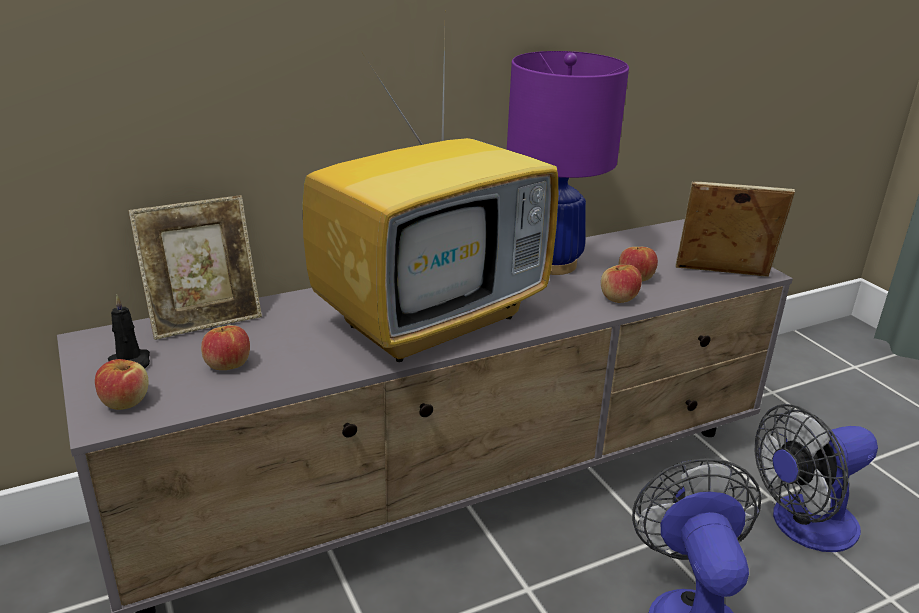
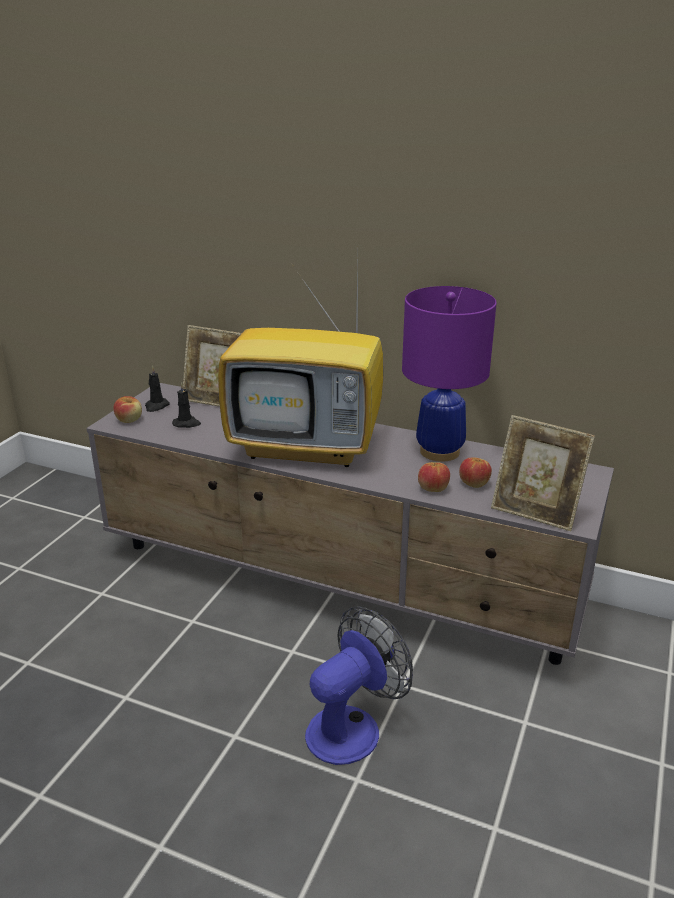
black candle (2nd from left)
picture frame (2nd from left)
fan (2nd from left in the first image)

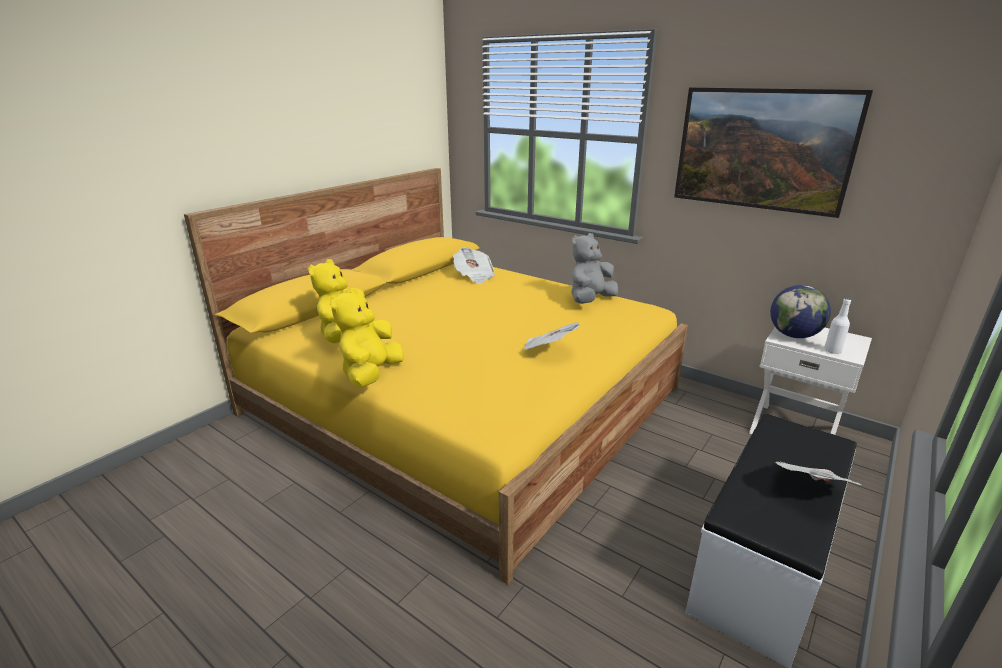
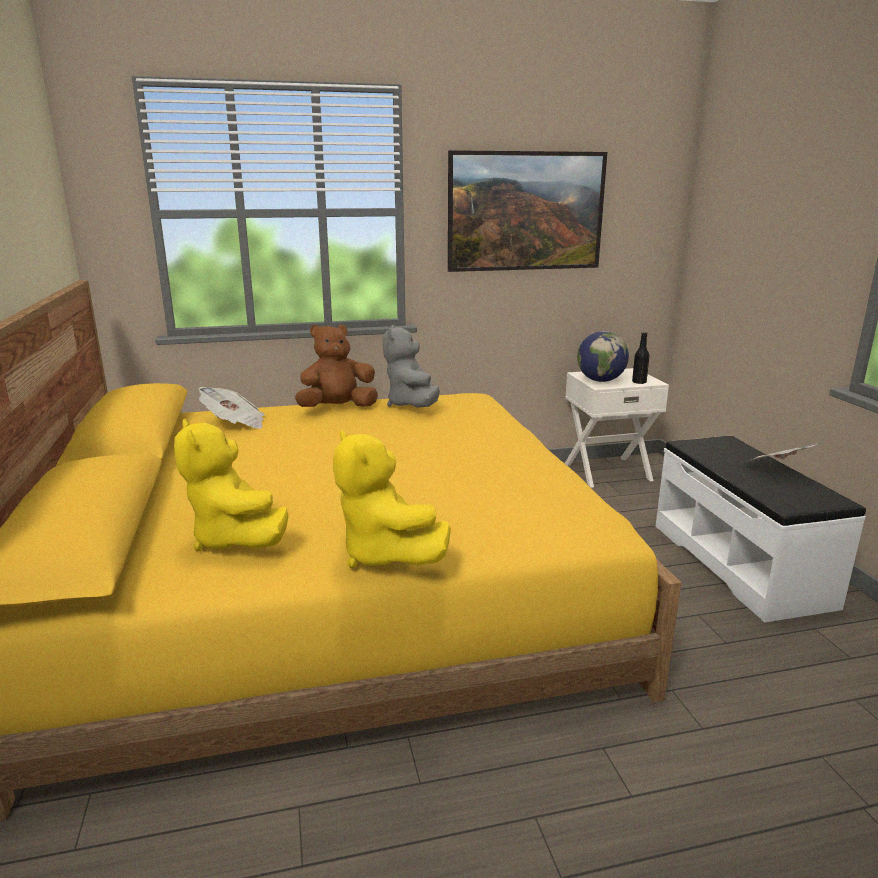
newspaper (2nd from left in the first image)
black bottle
brown plush toy

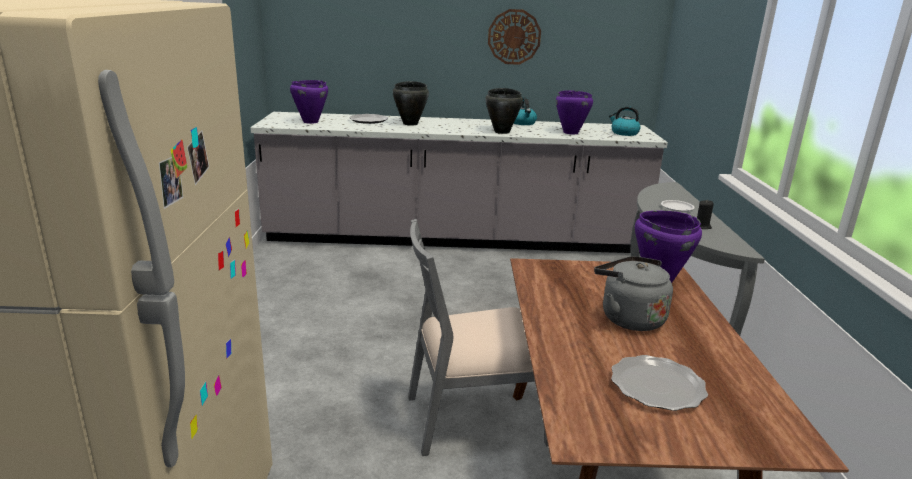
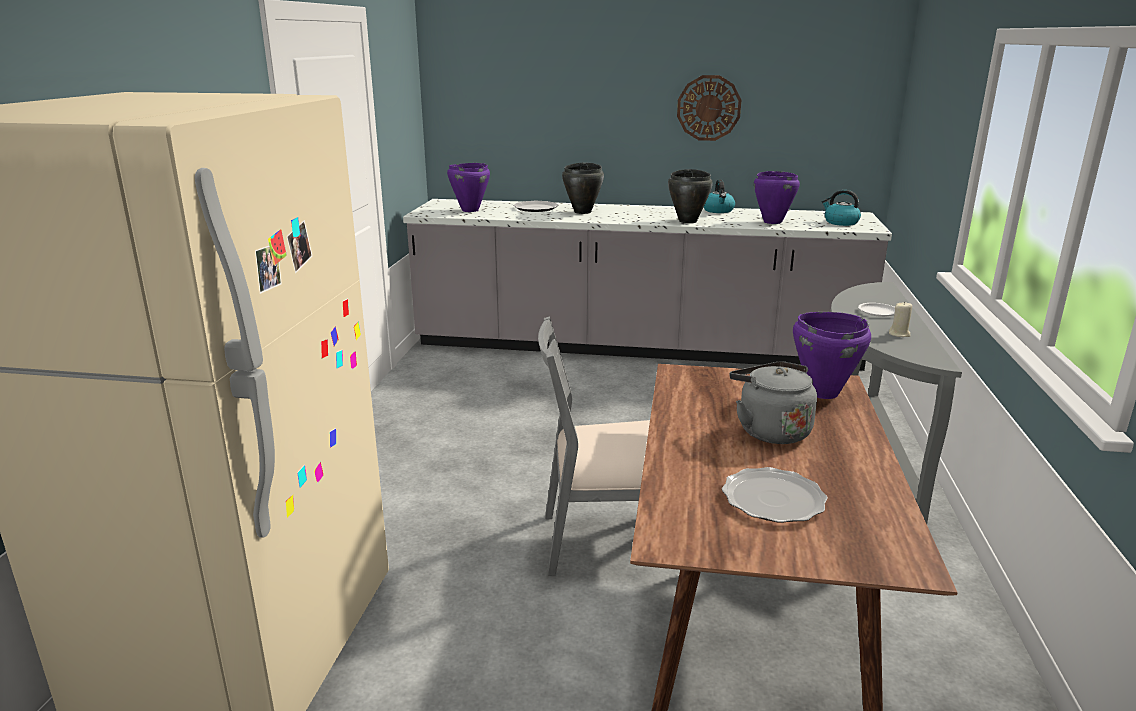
beige candle

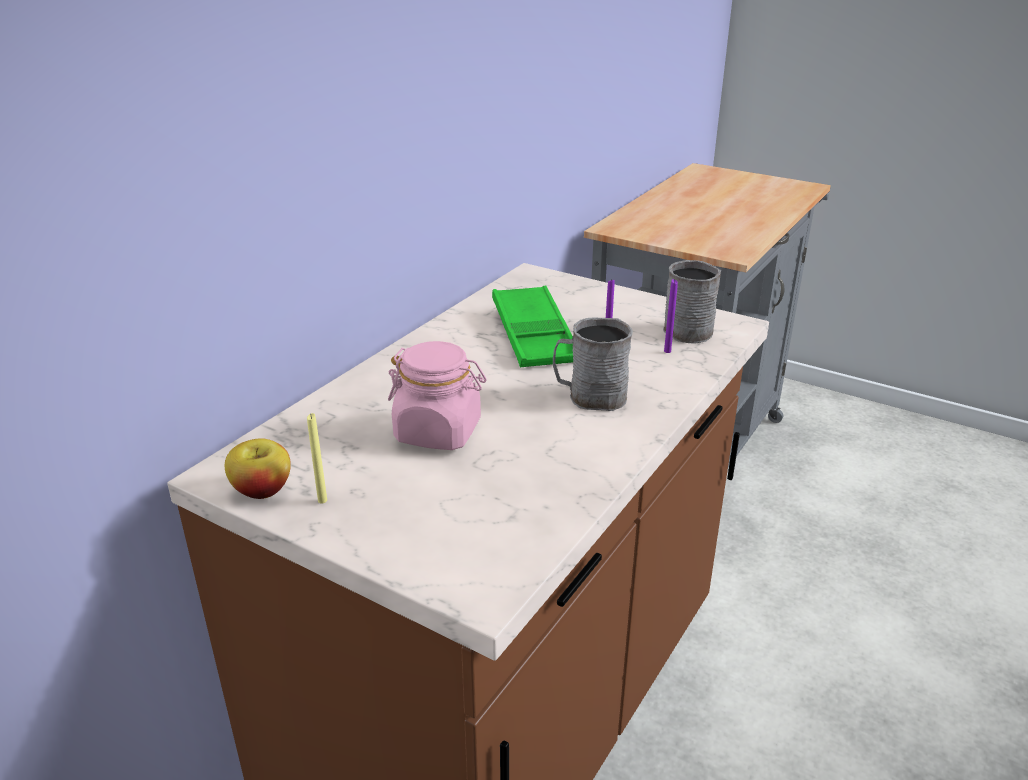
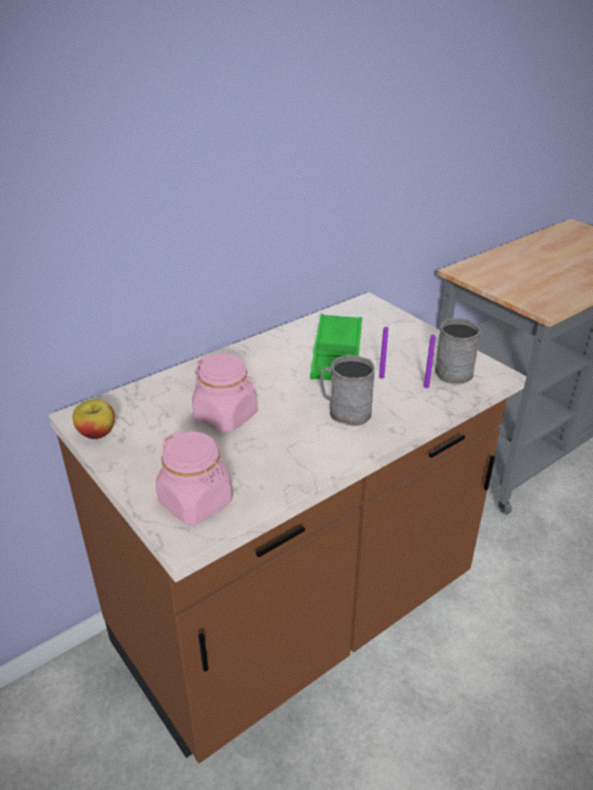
yellow candle
pink jar (1st from left)

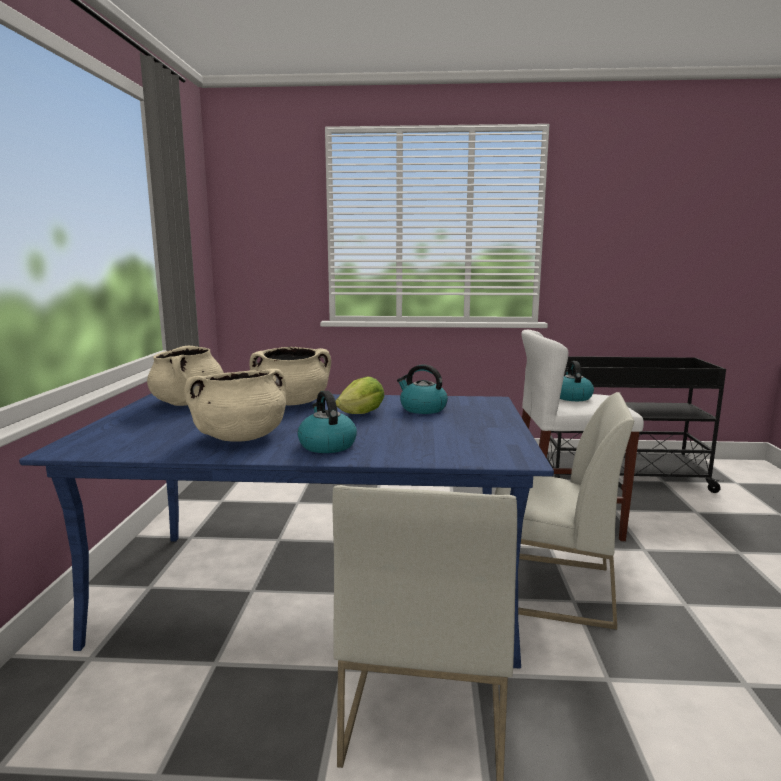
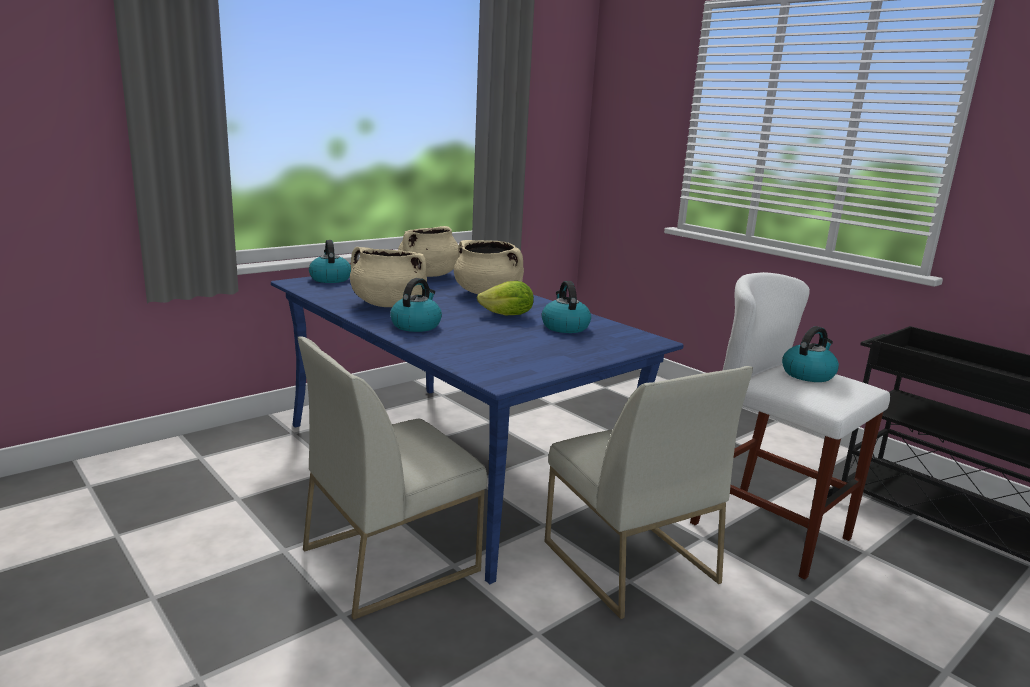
kettle (1st from left)

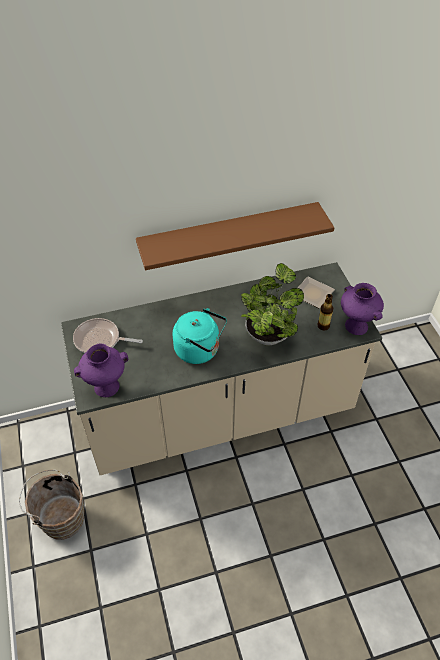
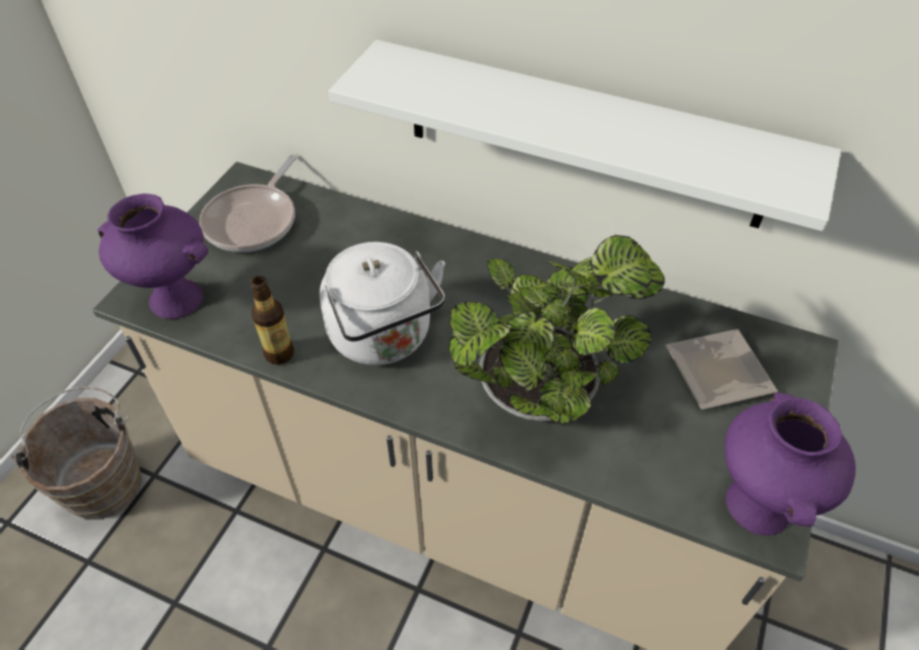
frying pan
white shelf
white kettle
bottle

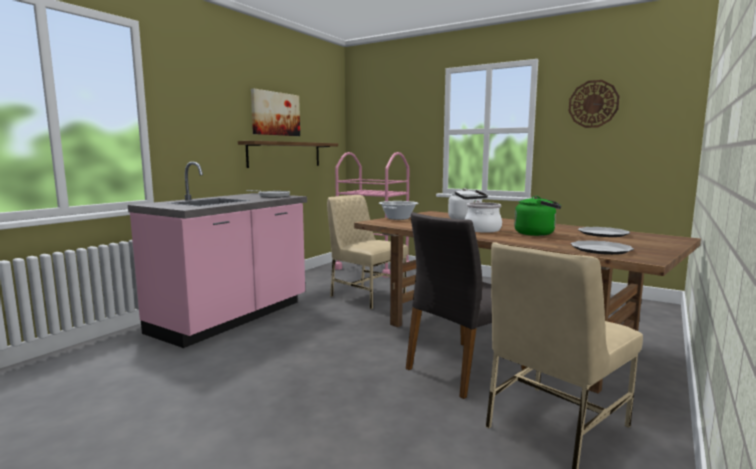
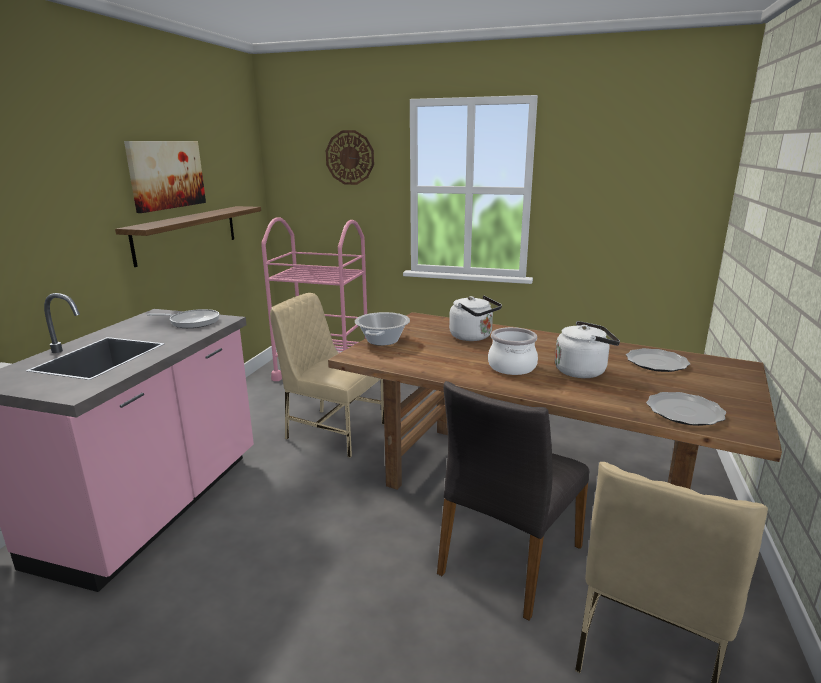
white kettle (2nd from left)
wall clock

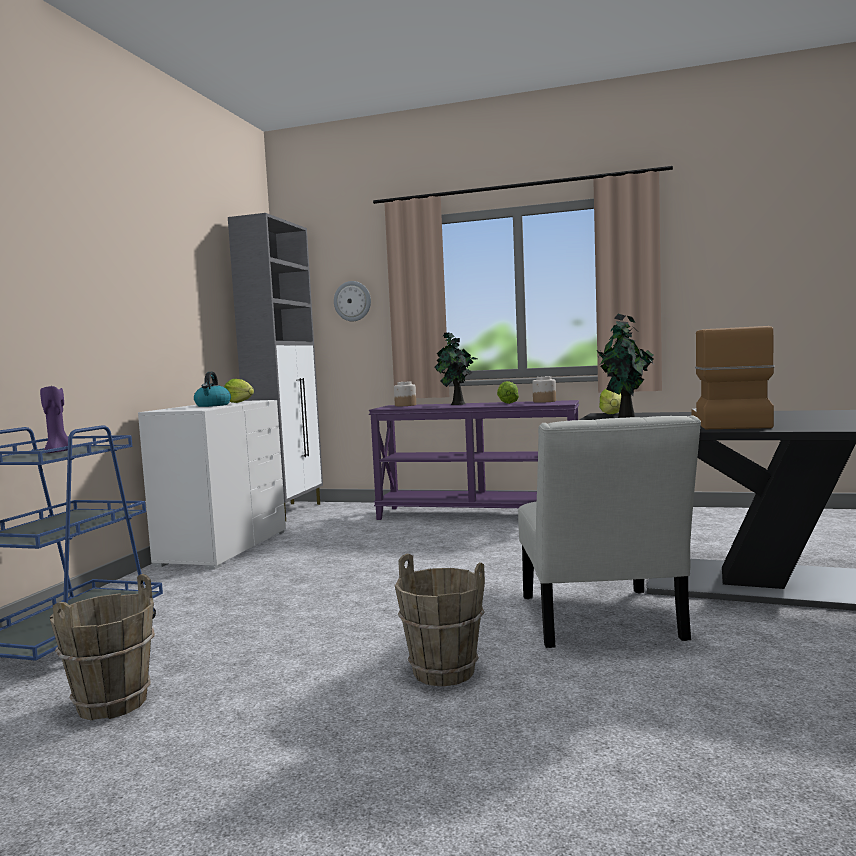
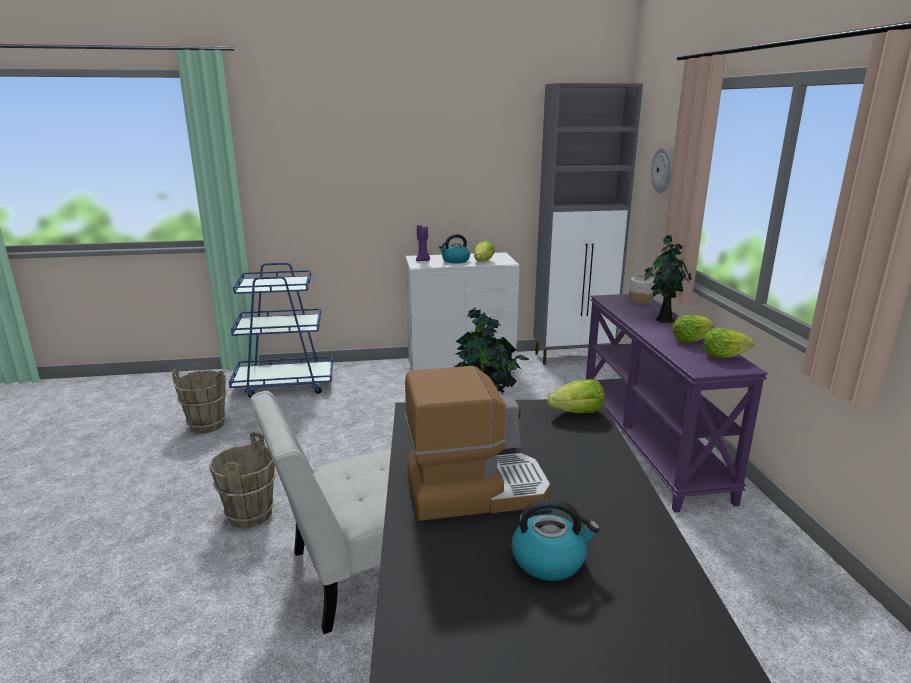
purple candle
lettuce (4th from left)
kettle (2nd from left)

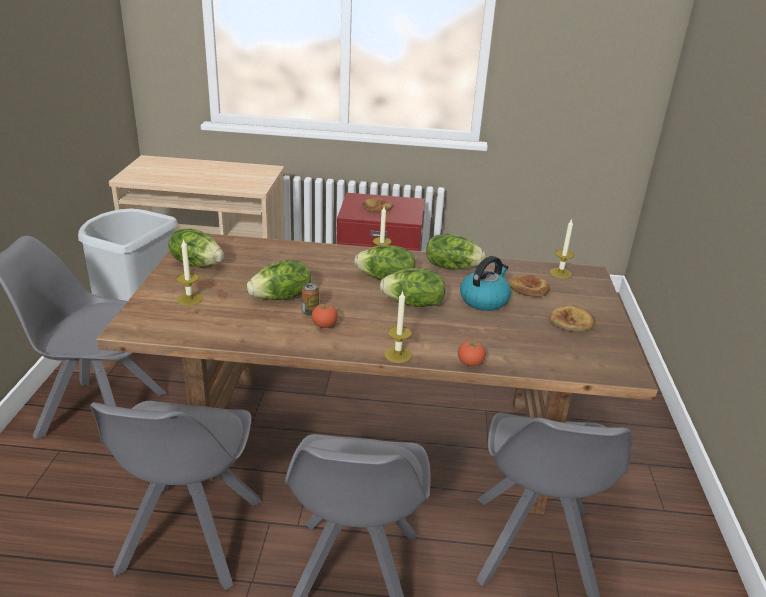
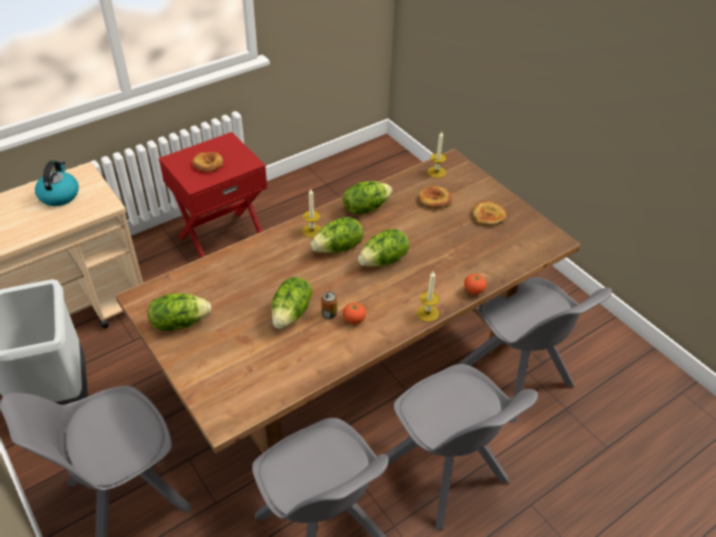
candle (1st from left in the first image)
kettle

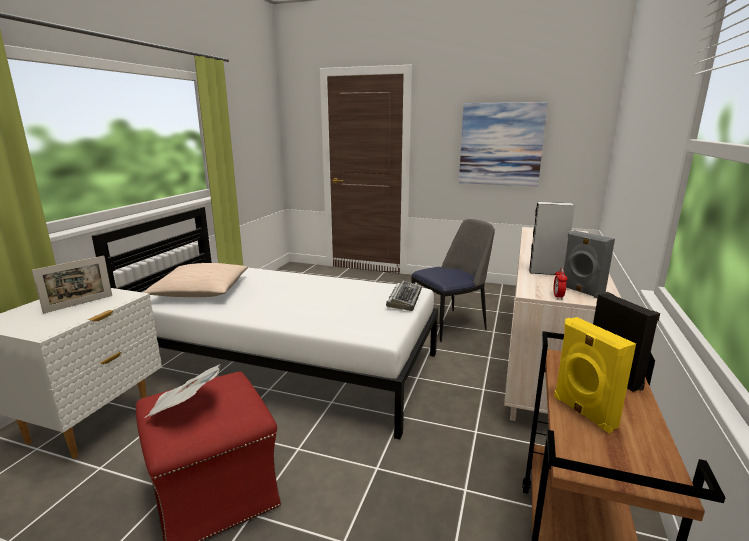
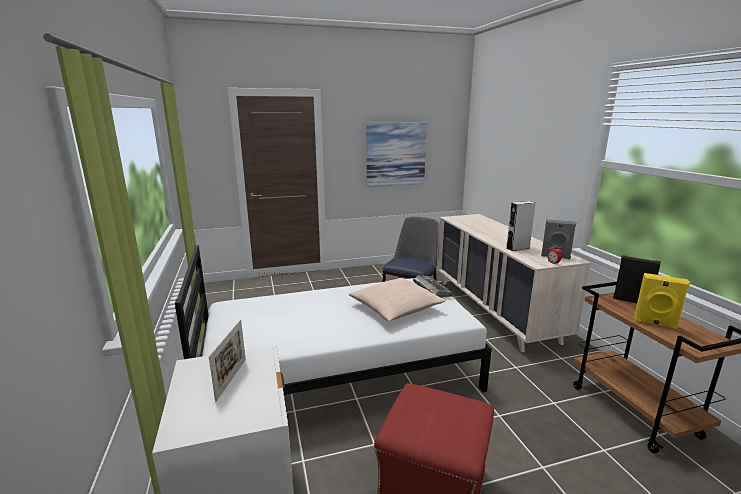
beige pillow
newspaper

